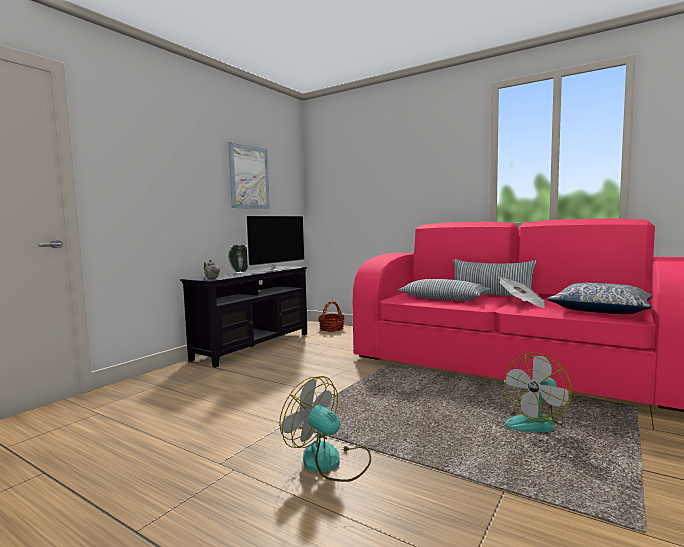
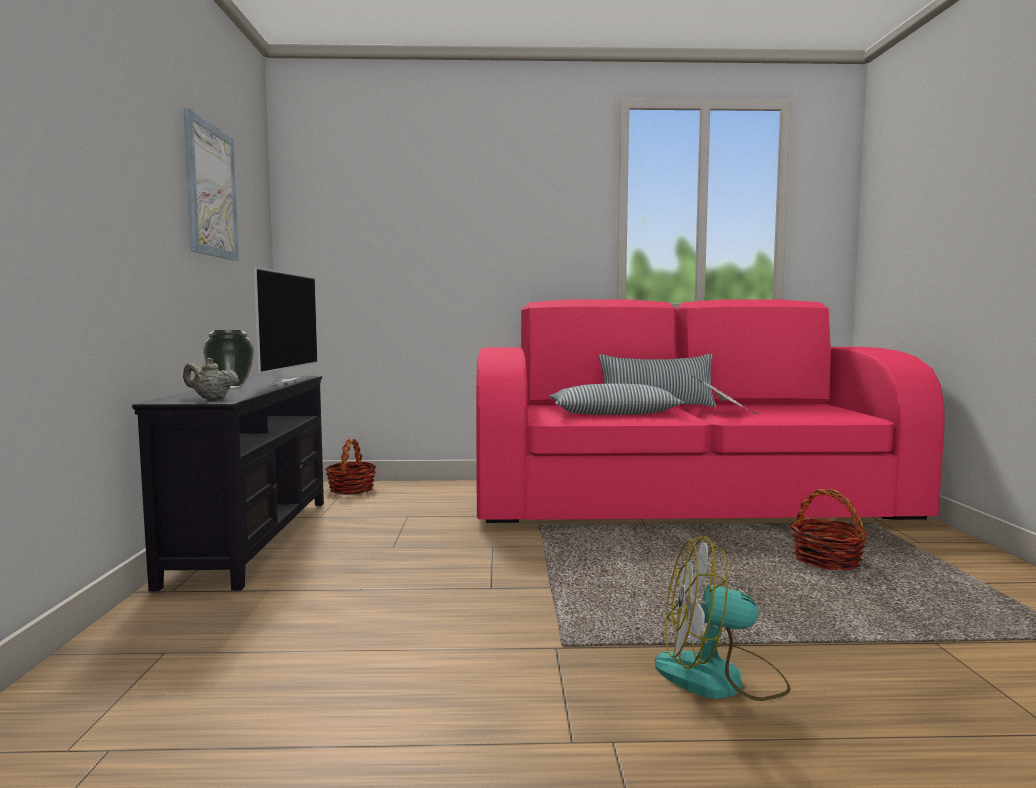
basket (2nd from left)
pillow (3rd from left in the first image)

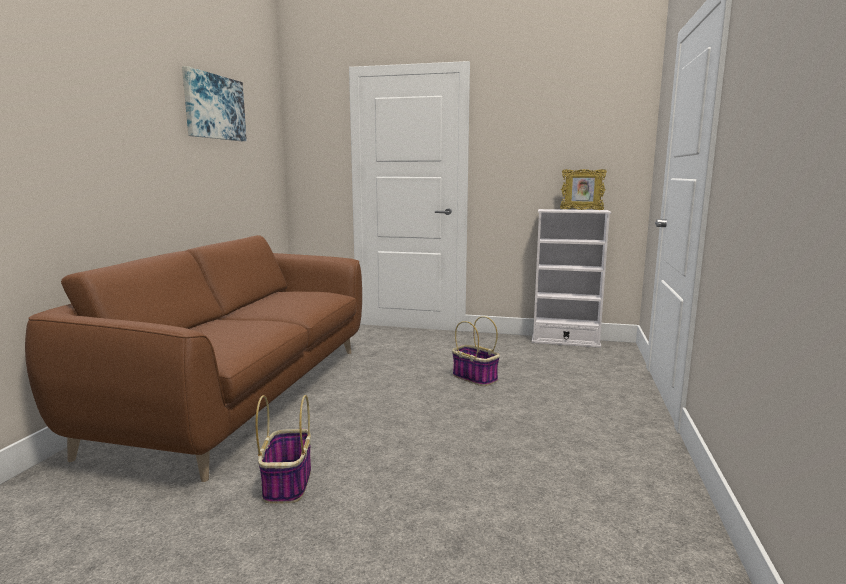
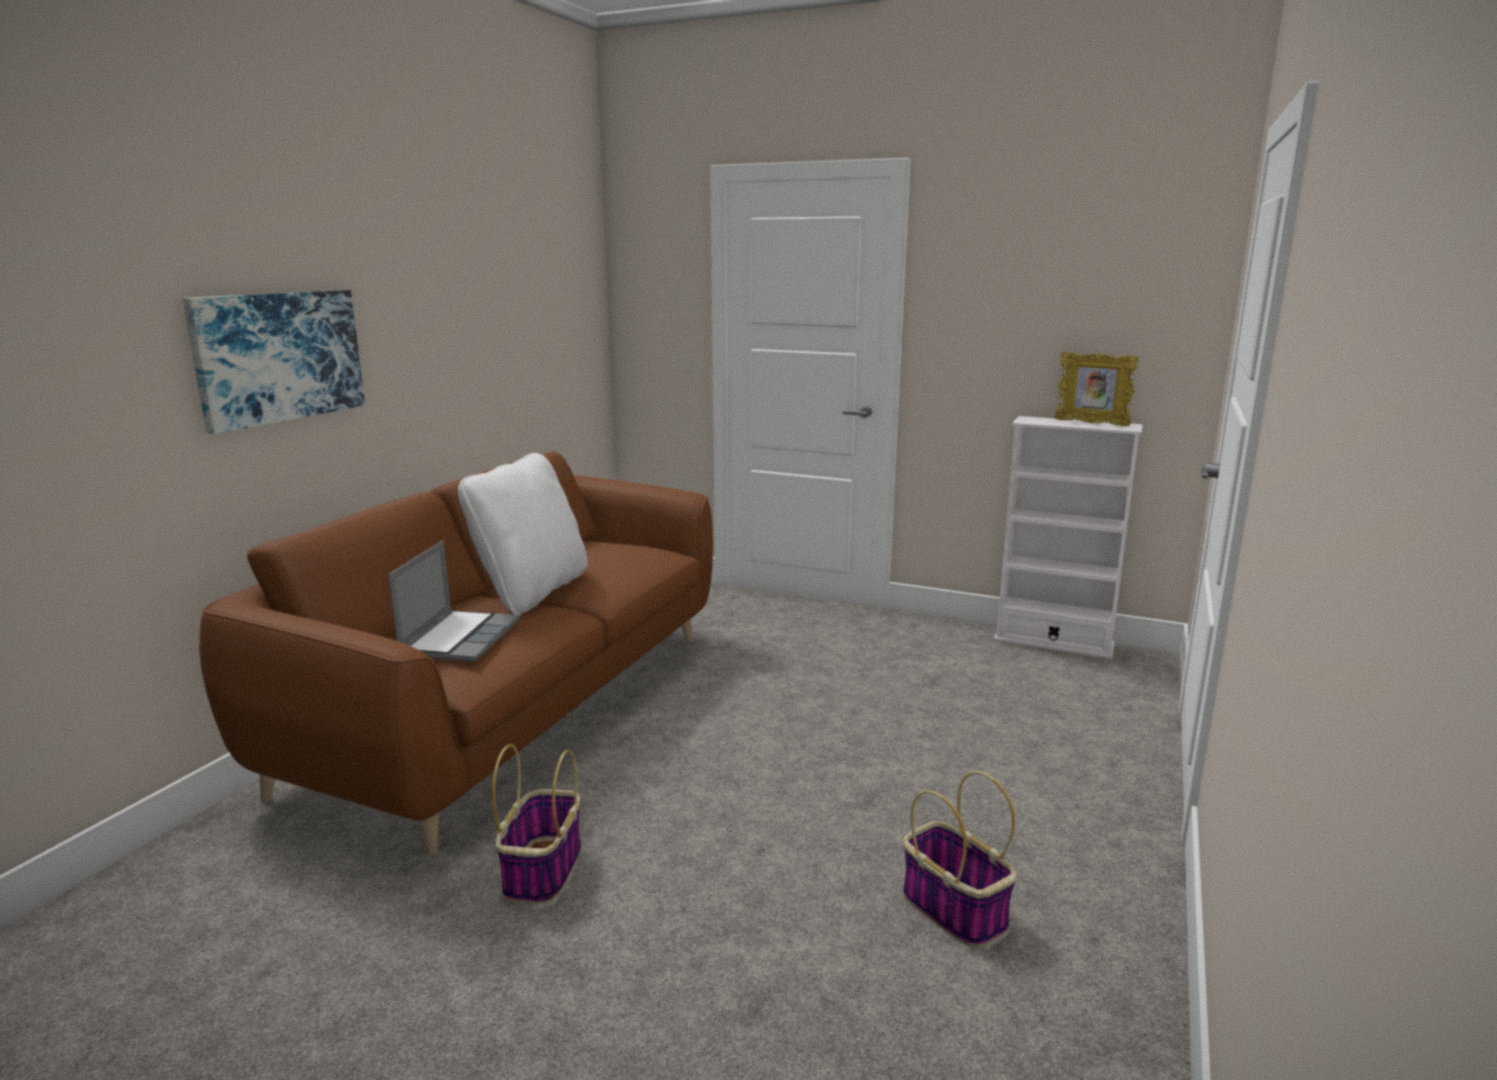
picture
basket (2nd from left)
laptop
white pillow

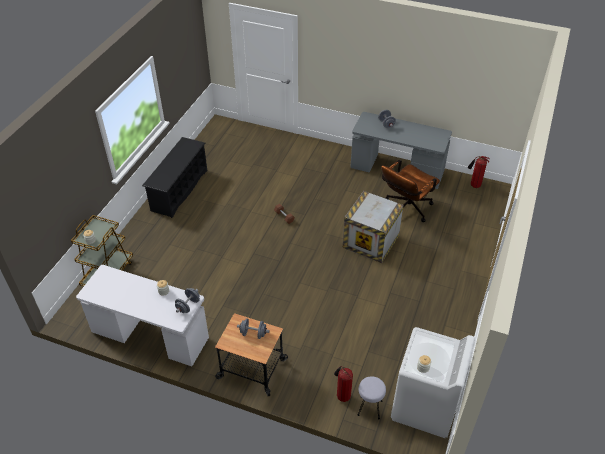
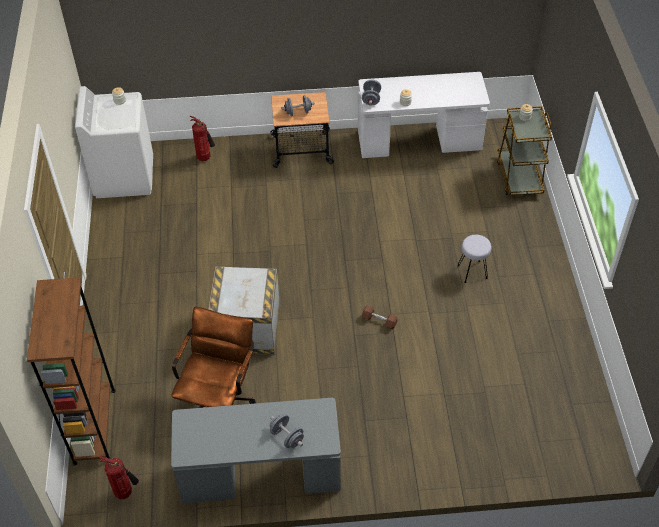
black shoe rack
grey stool
brown bookcase

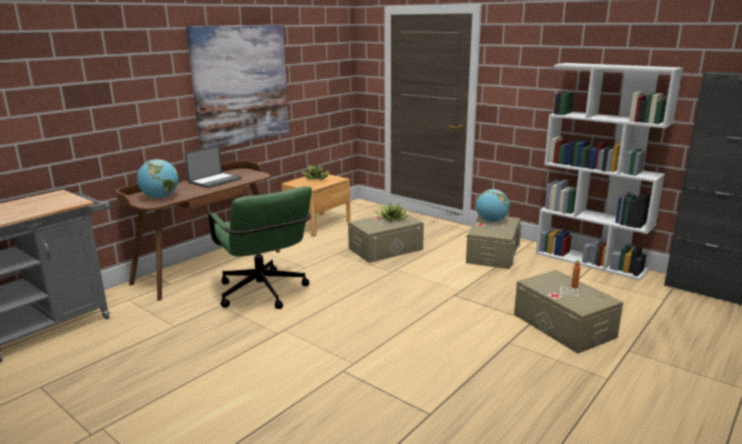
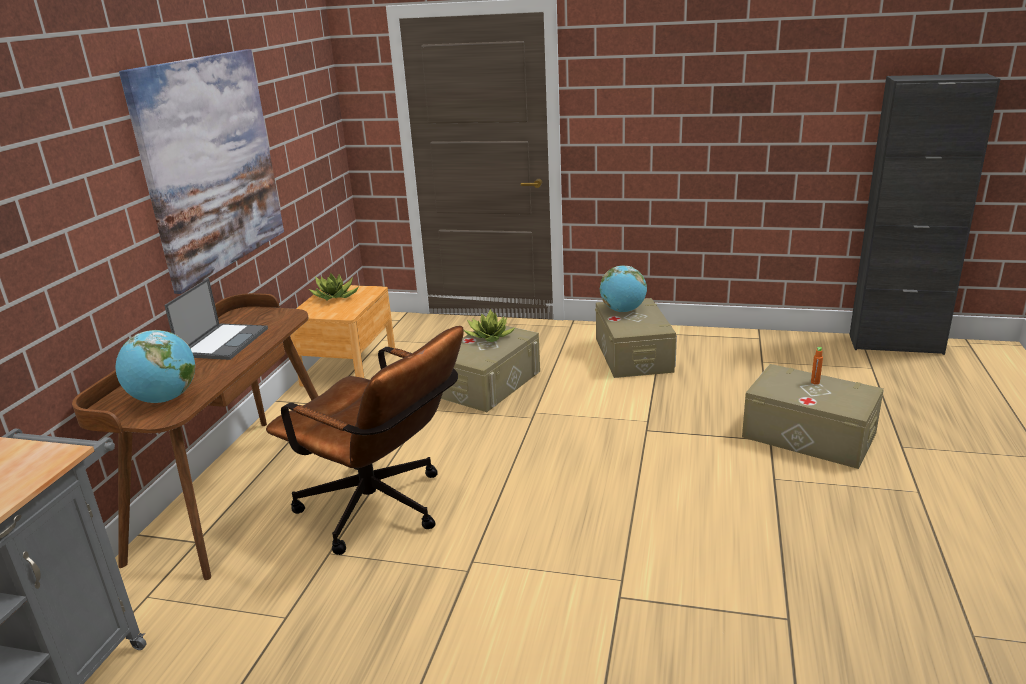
brown office chair
white bookcase

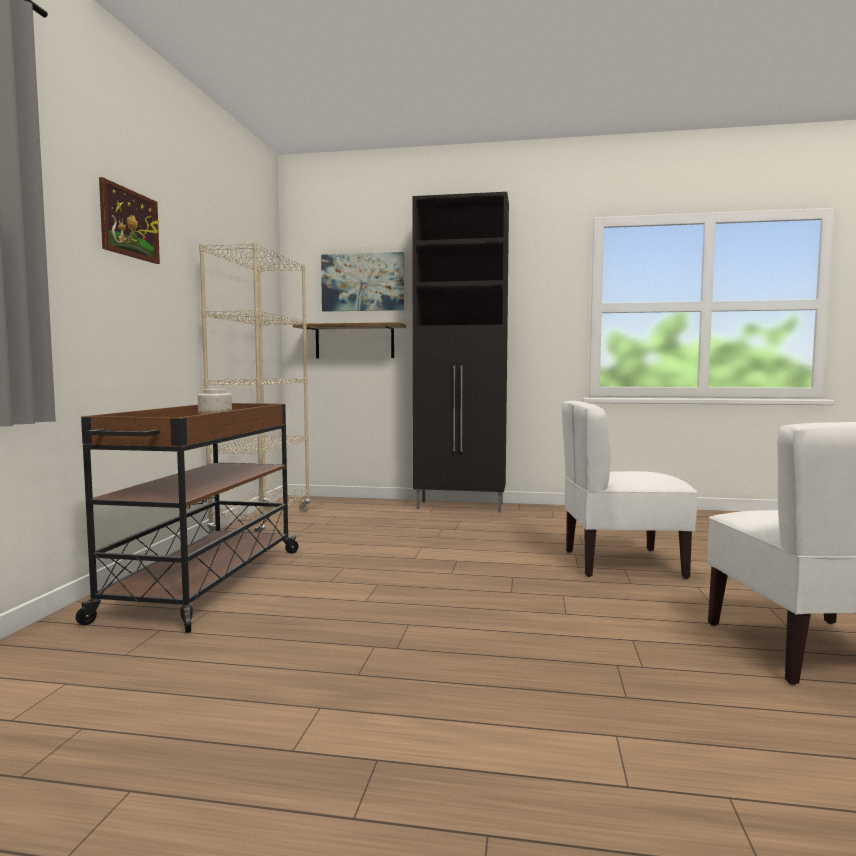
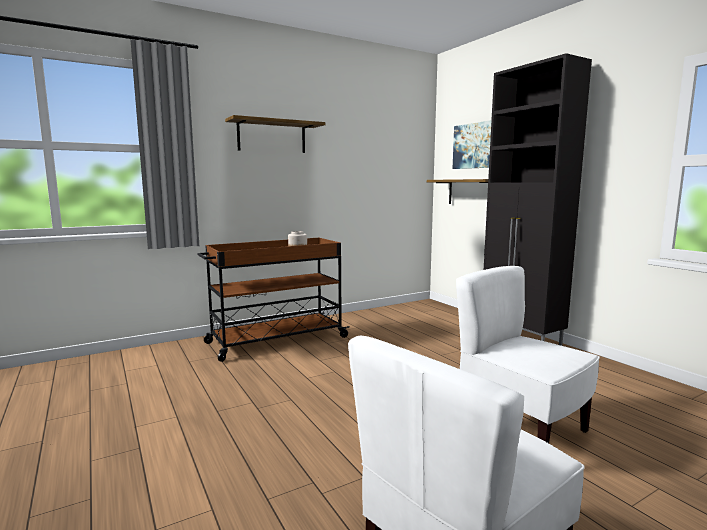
shelf (1st from left)
beige bookcase

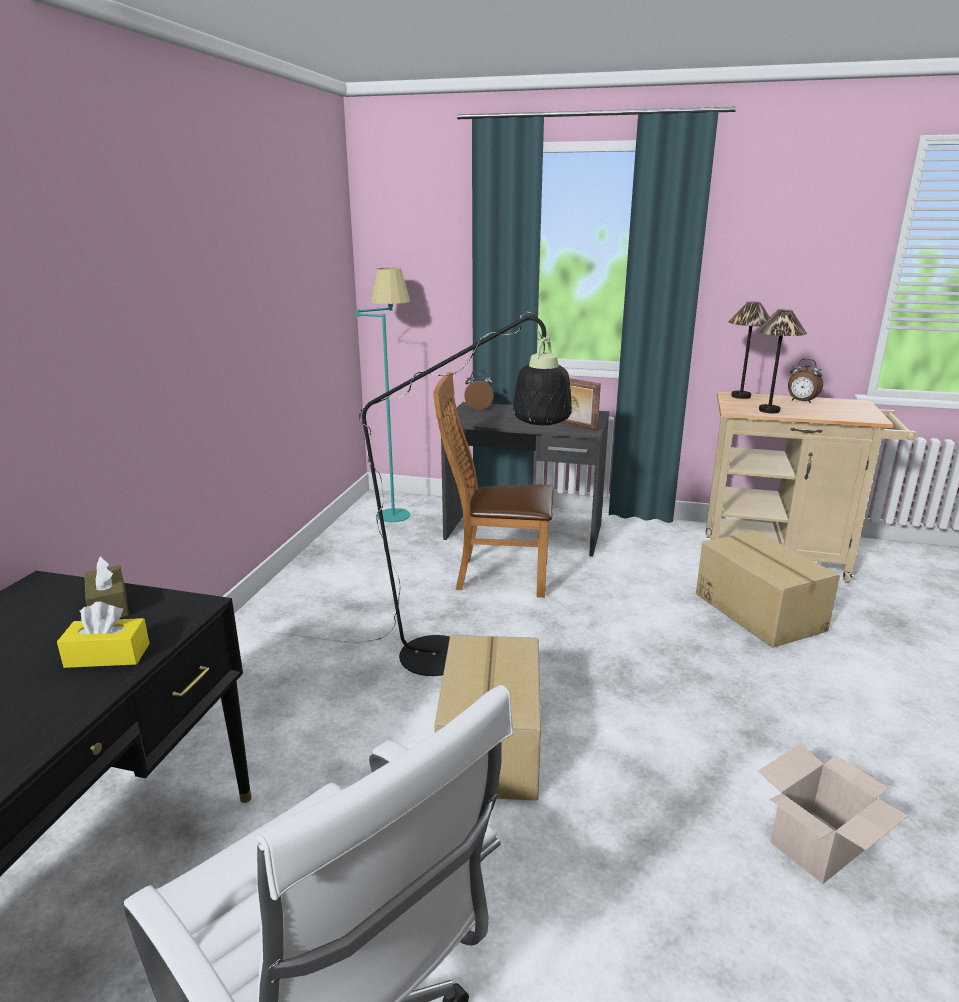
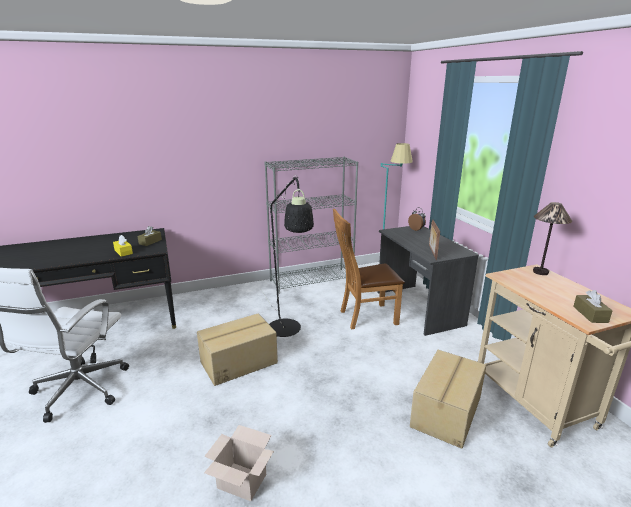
brown chair
table lamp (2nd from left in the first image)
alarm clock (2nd from left in the first image)
grey bookcase
brown tissue box (2nd from left)

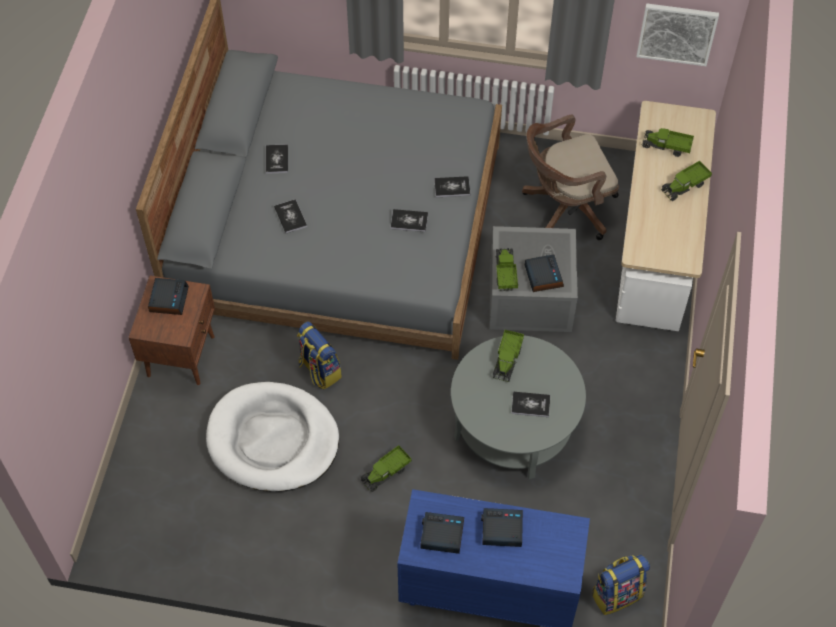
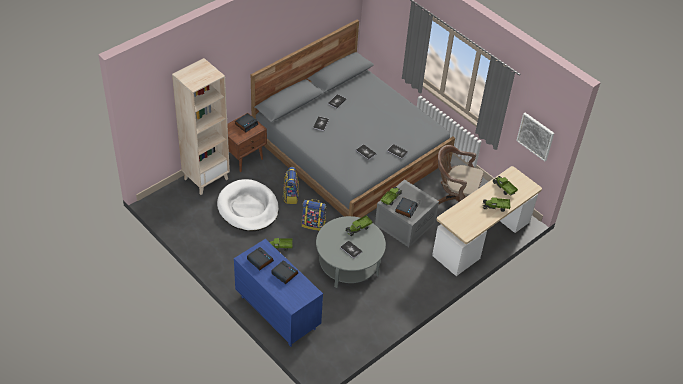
backpack (2nd from left)
beige bookcase

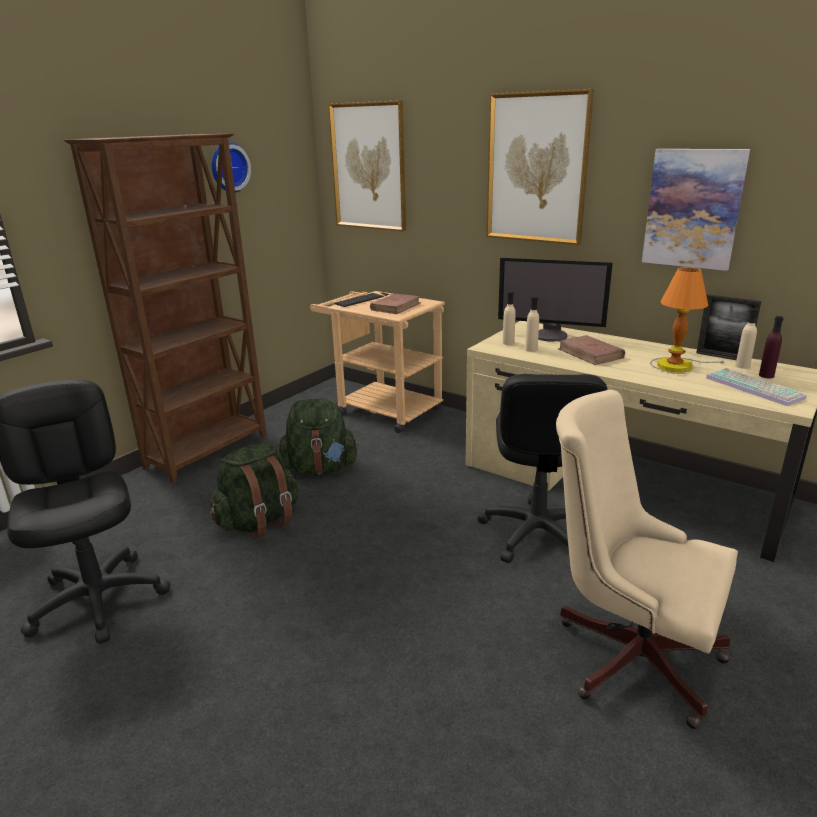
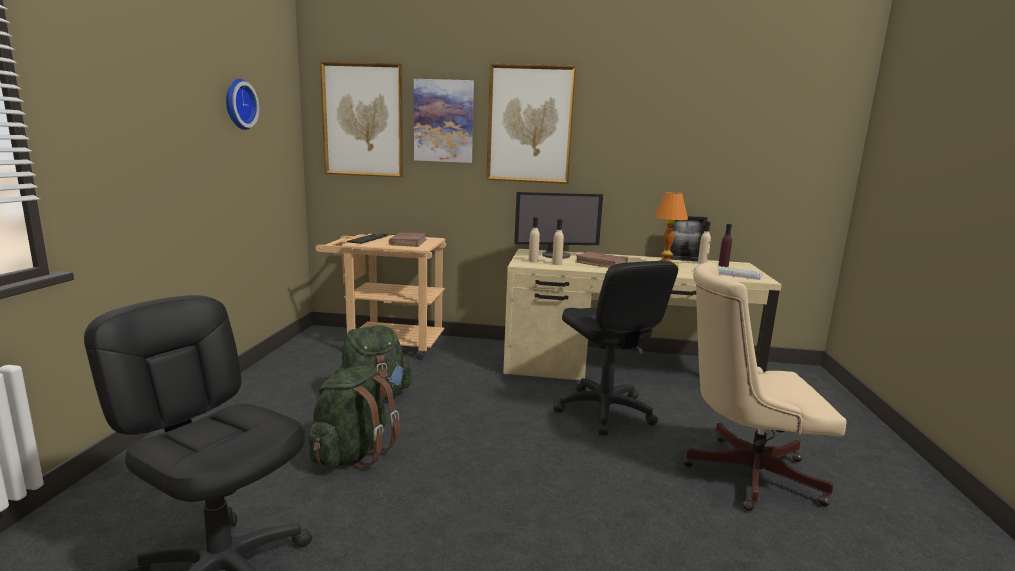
brown bookcase
picture (2nd from left)

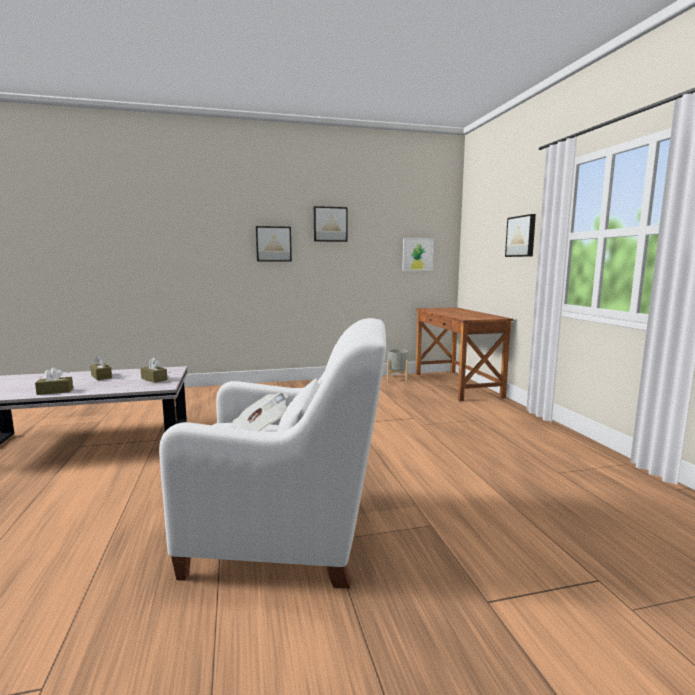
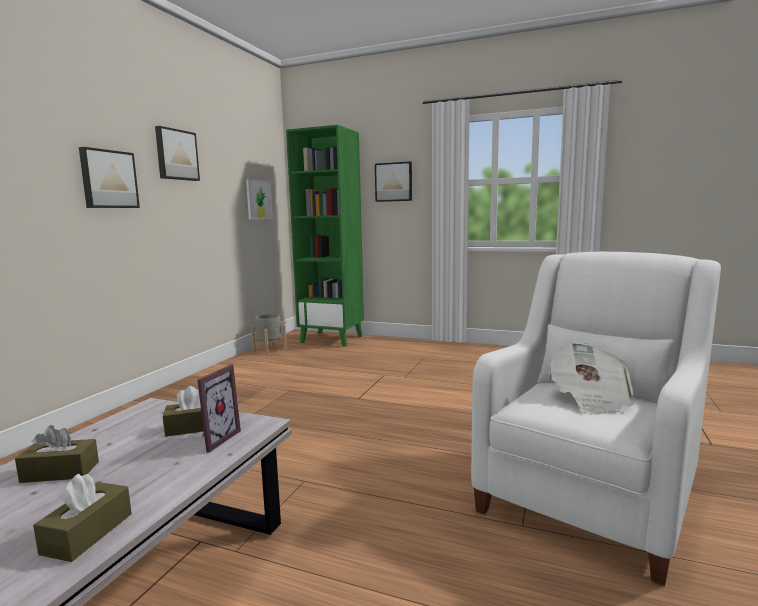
green bookcase
picture frame

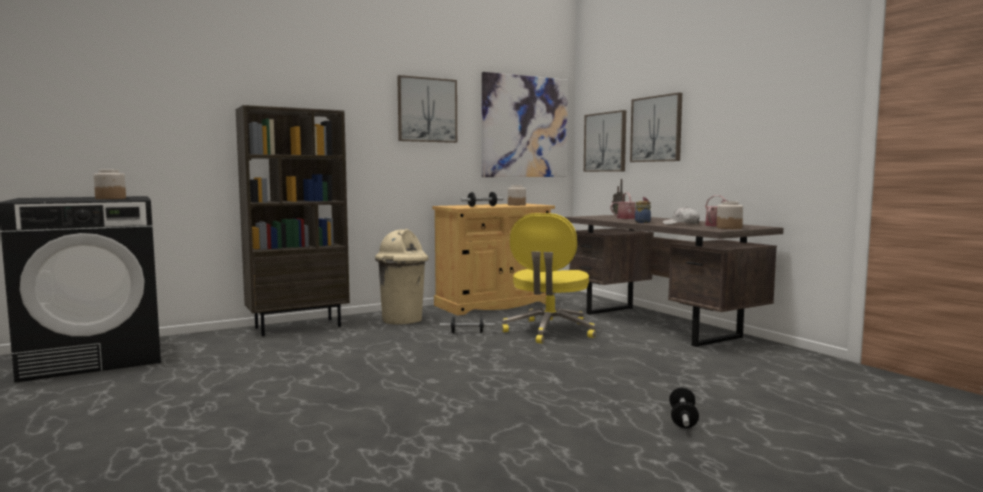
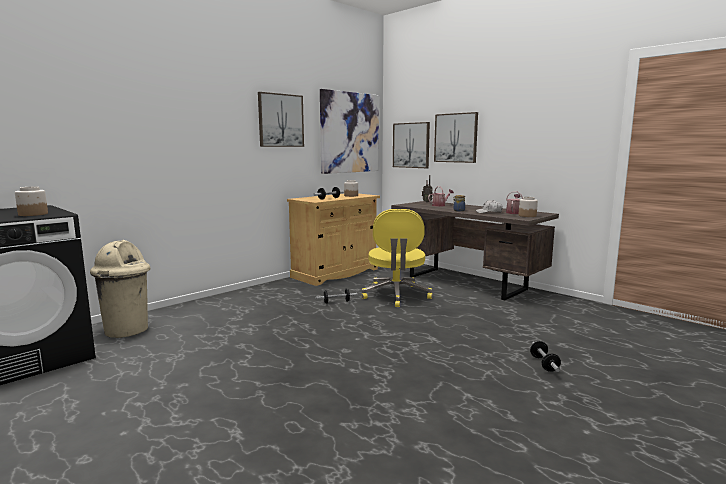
brown bookcase
beige trash can

